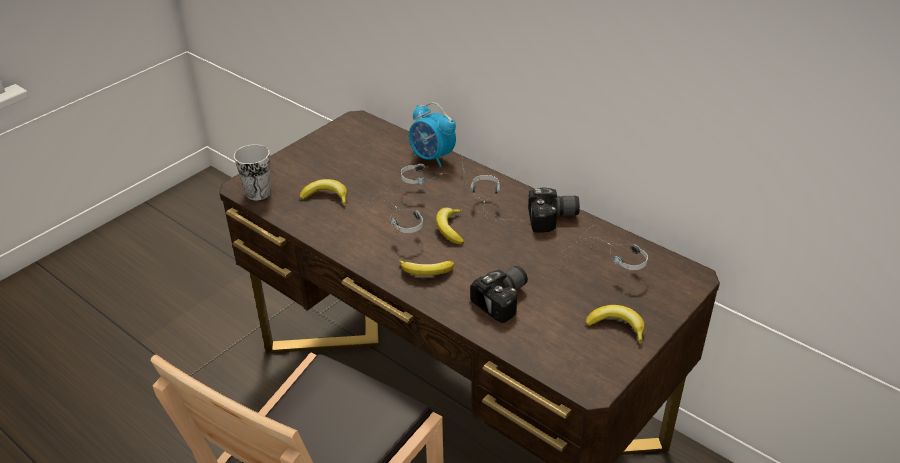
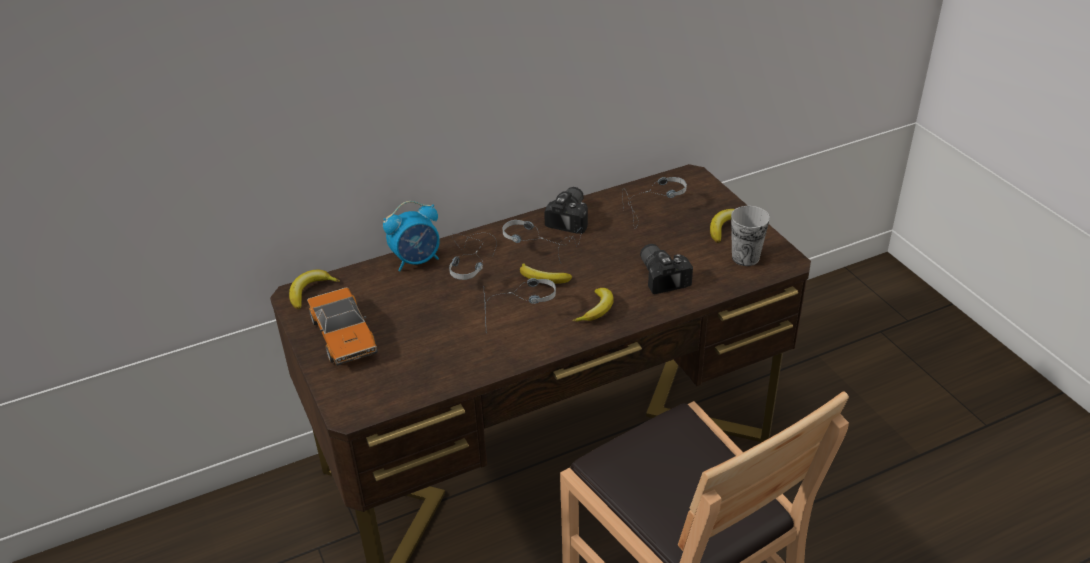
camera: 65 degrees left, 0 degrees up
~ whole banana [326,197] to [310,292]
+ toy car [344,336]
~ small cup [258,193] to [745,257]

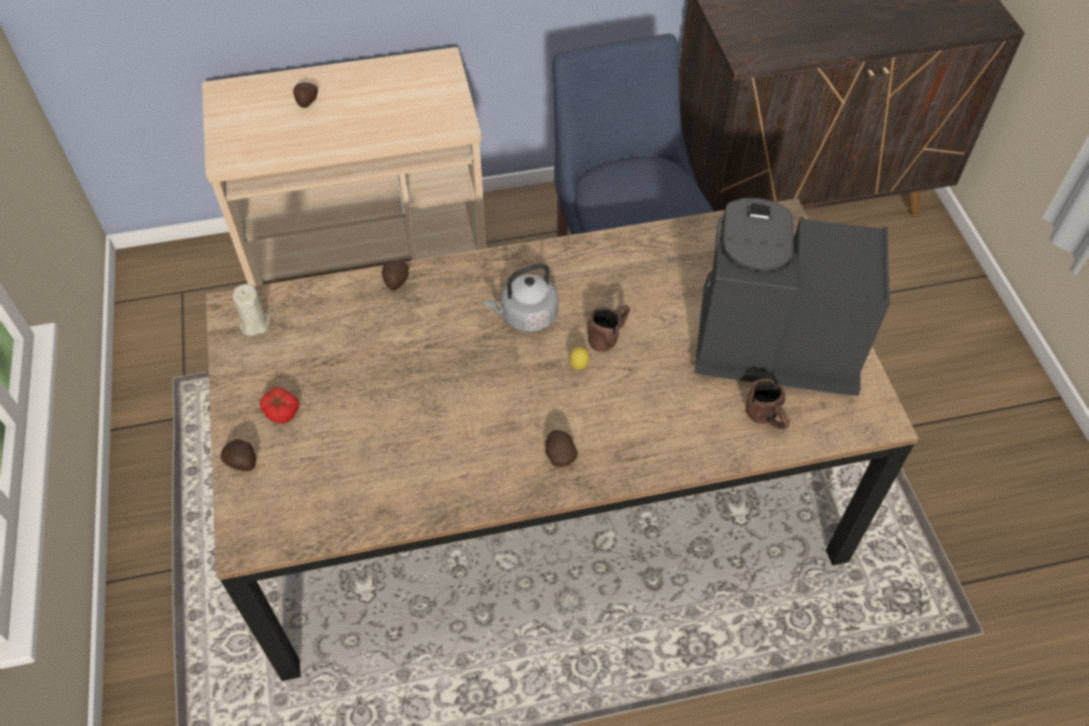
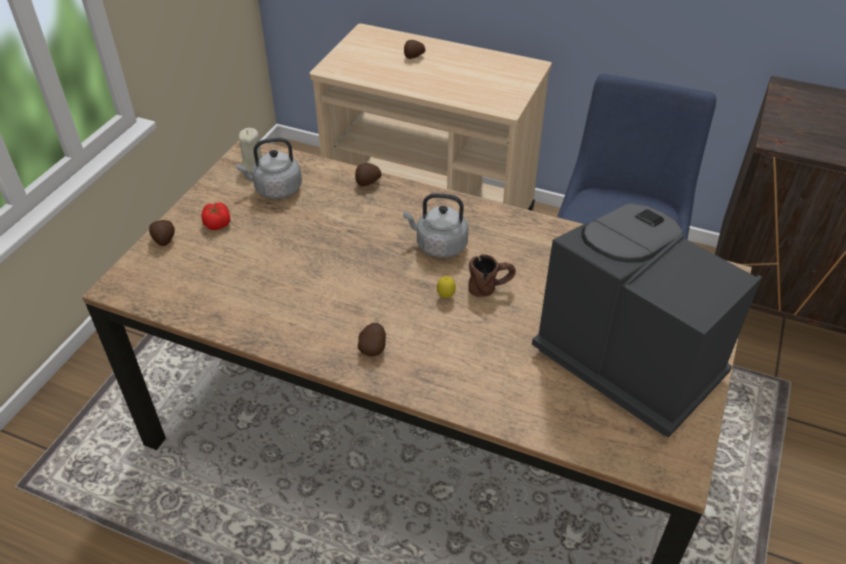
camera: 35 degrees right, 10 degrees down
+ gray water kettle [275,189]
- brown mug [767,419]

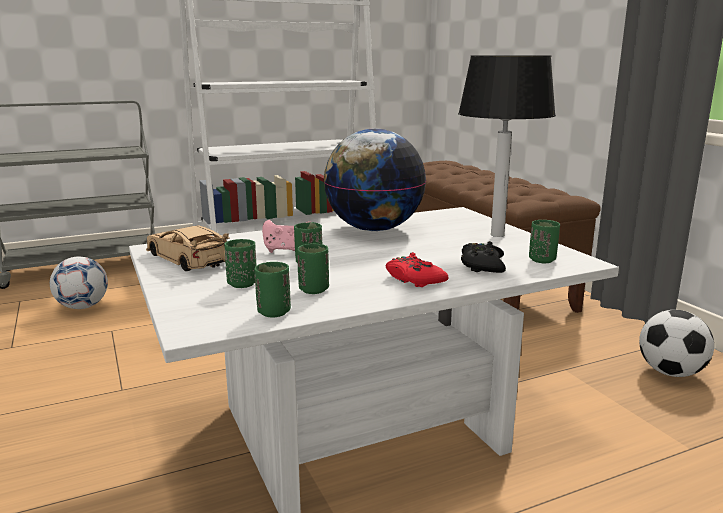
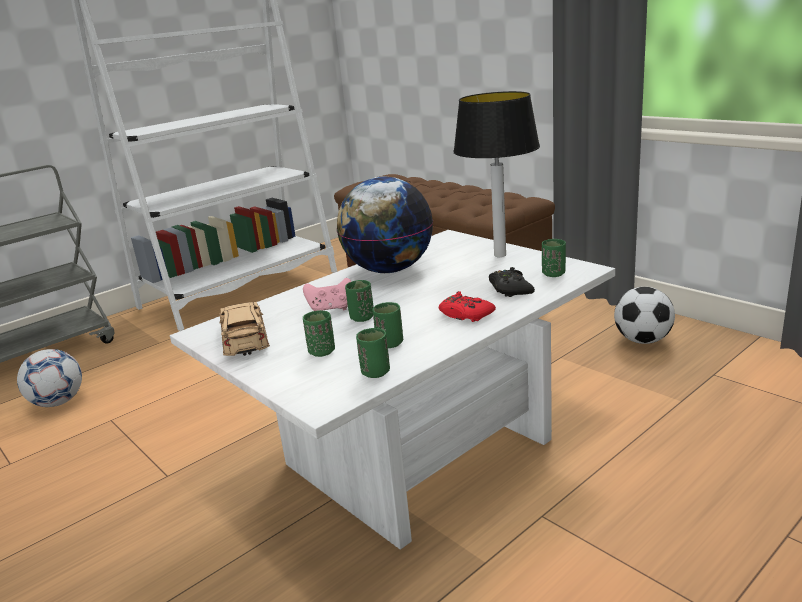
camera: 15 degrees left, 5 degrees up
~ beige toy car [188,258] = [244,336] 45 degrees clockwise

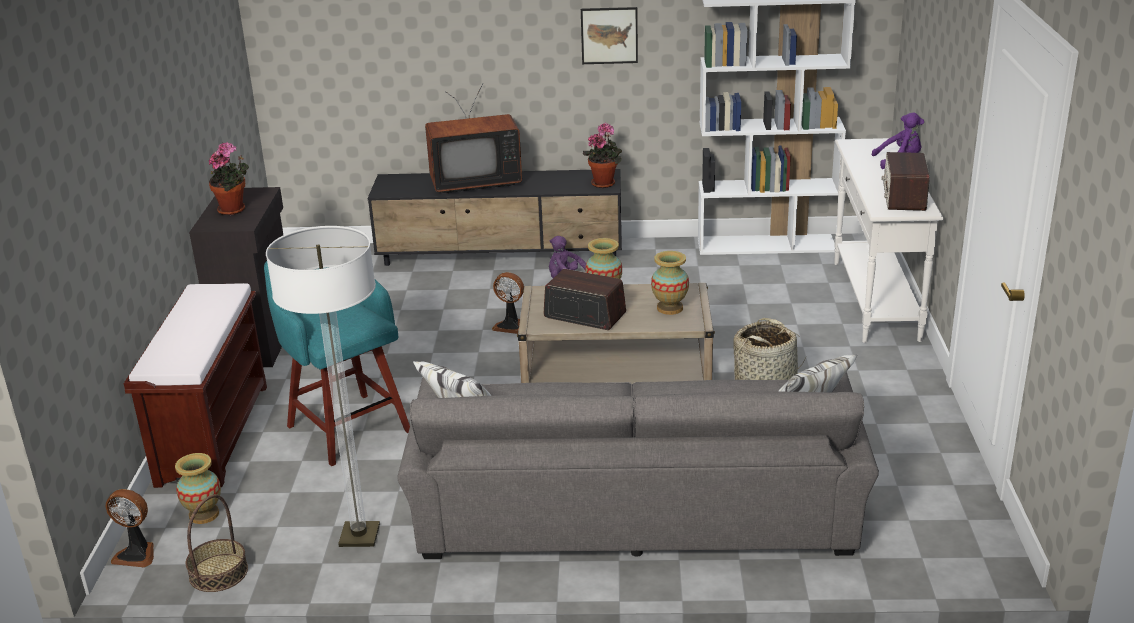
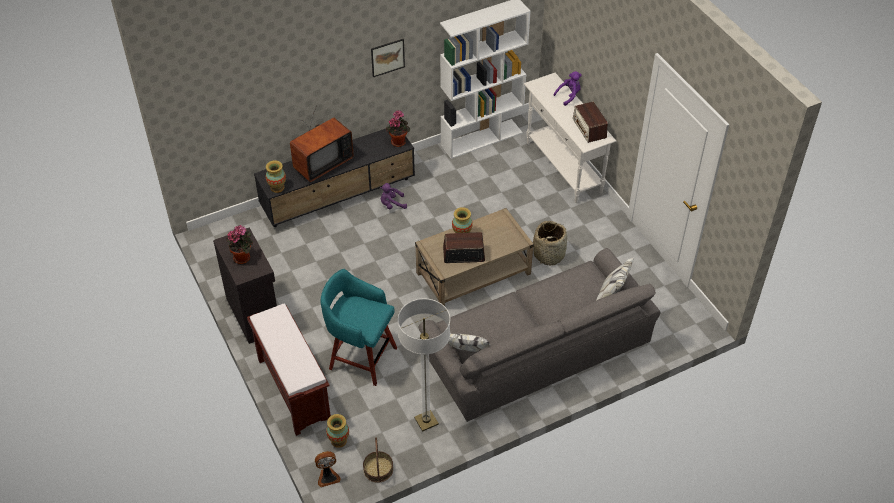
camera: 30 degrees left, 20 degrees up
~ flower vase [670,308] to [277,188]
- cooling fan [510,326]

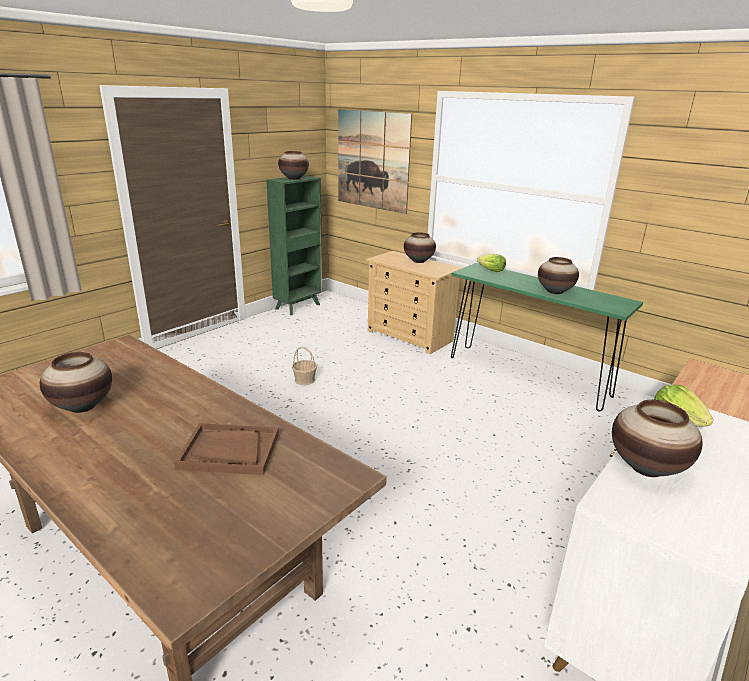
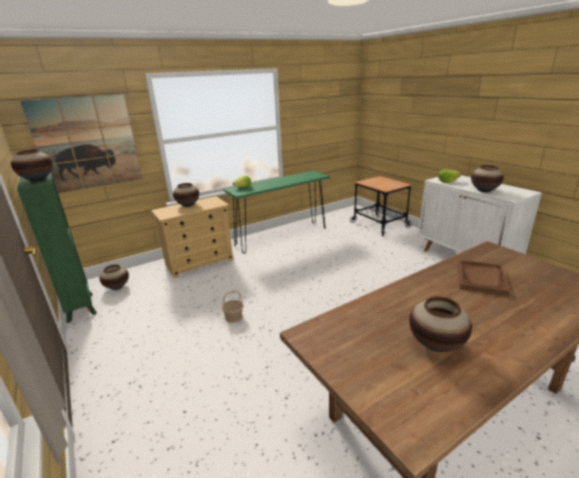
camera: 70 degrees left, 0 degrees up
~ flower vase [555,292] to [117,287]

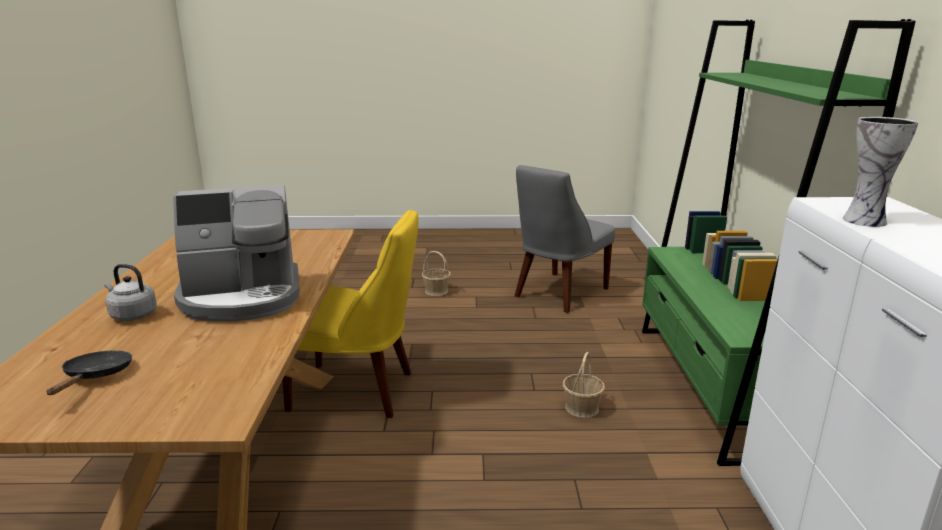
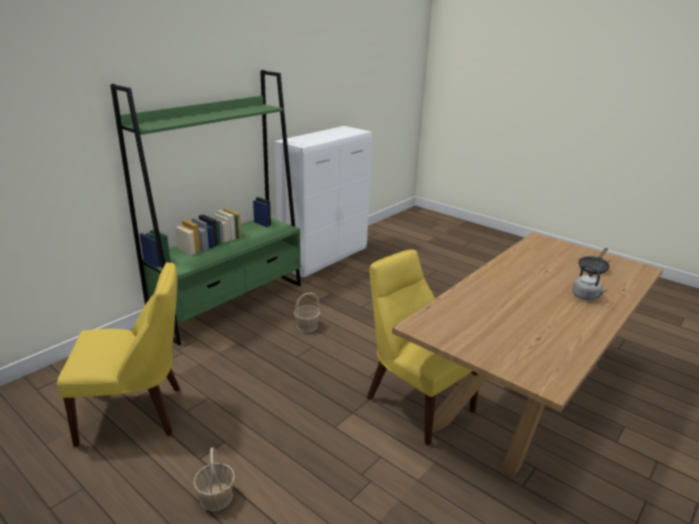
camera: 140 degrees left, 5 degrees up
~ gray chair [558,294] to yellow chair [136,414]
- coffee machine [242,298]
- flower vase [865,220]

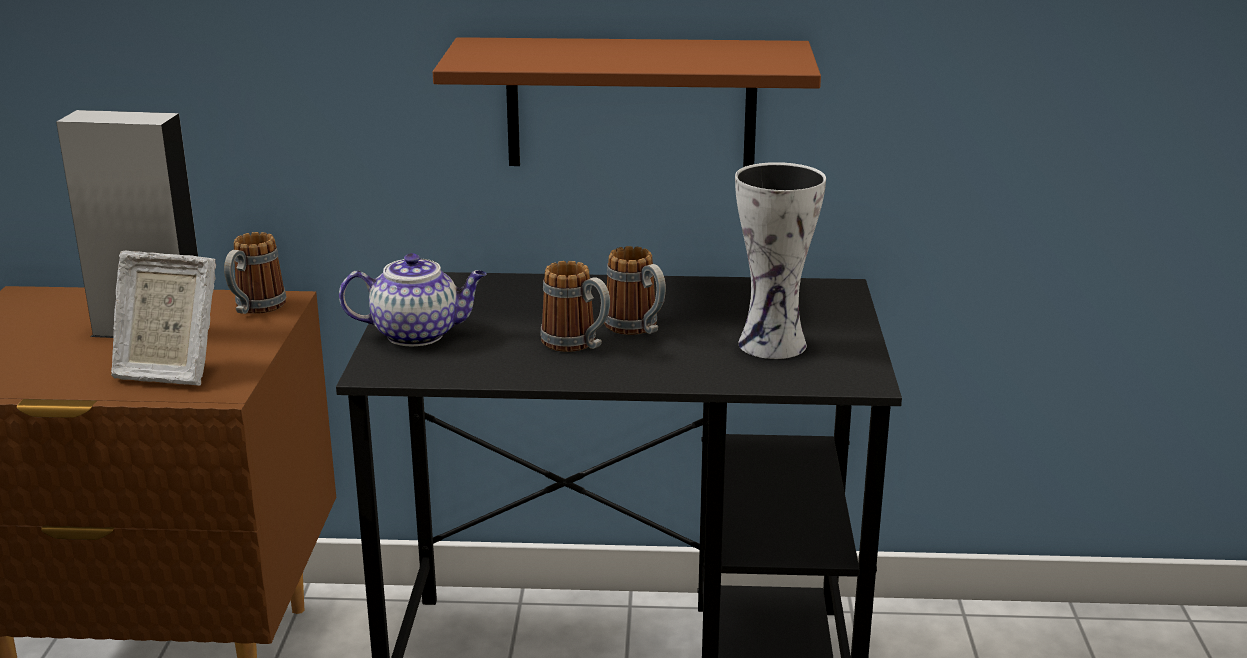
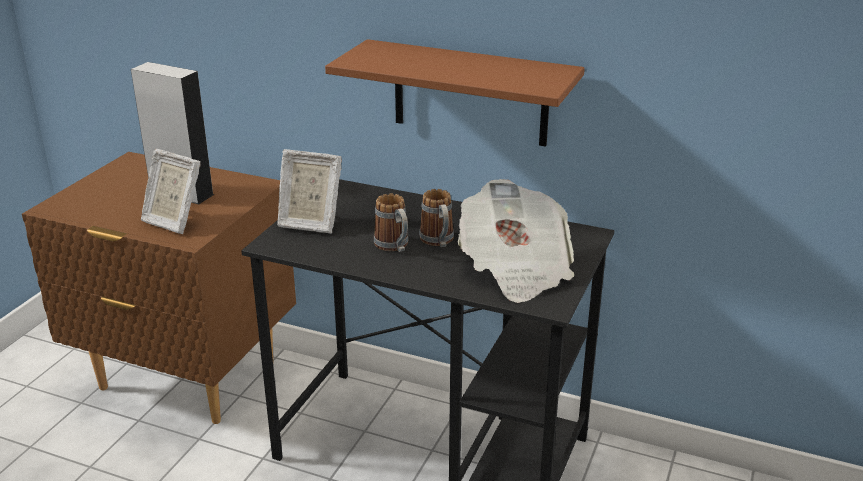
camera: 20 degrees right, 5 degrees up
~ teapot [418,334] to picture frame [309,223]
~ flower vase [775,345] to printed paper [515,269]
- mug [254,309]

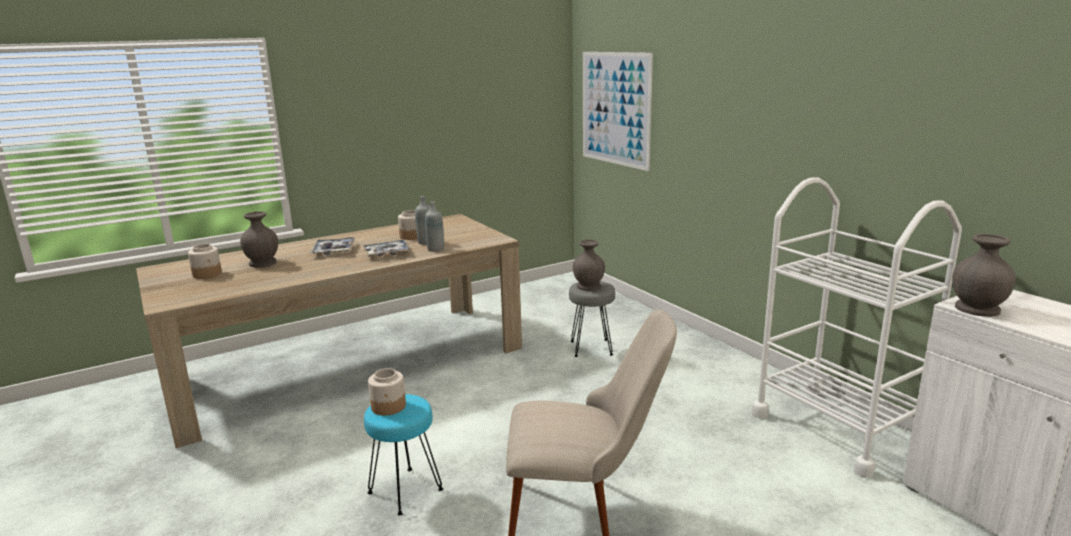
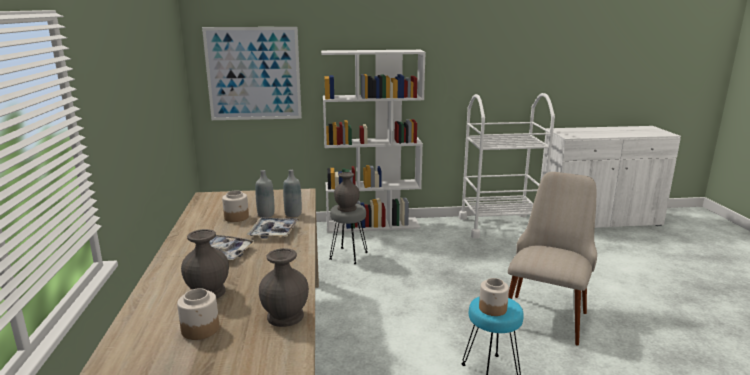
camera: 65 degrees left, 0 degrees up
~ gray flower vase [978,309] to [286,316]
+ whitish bookcase [373,225]

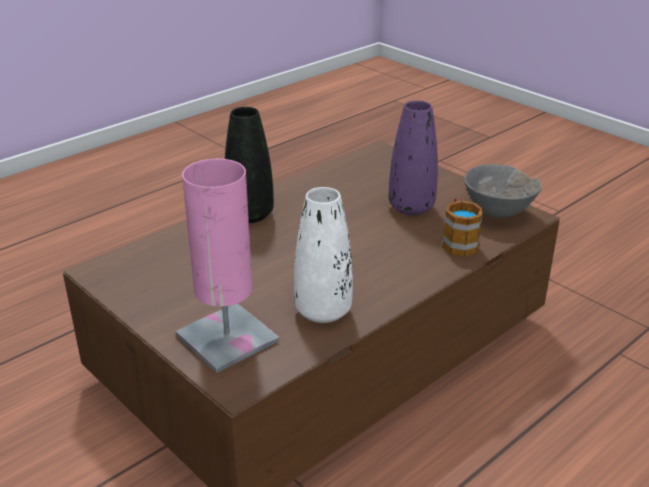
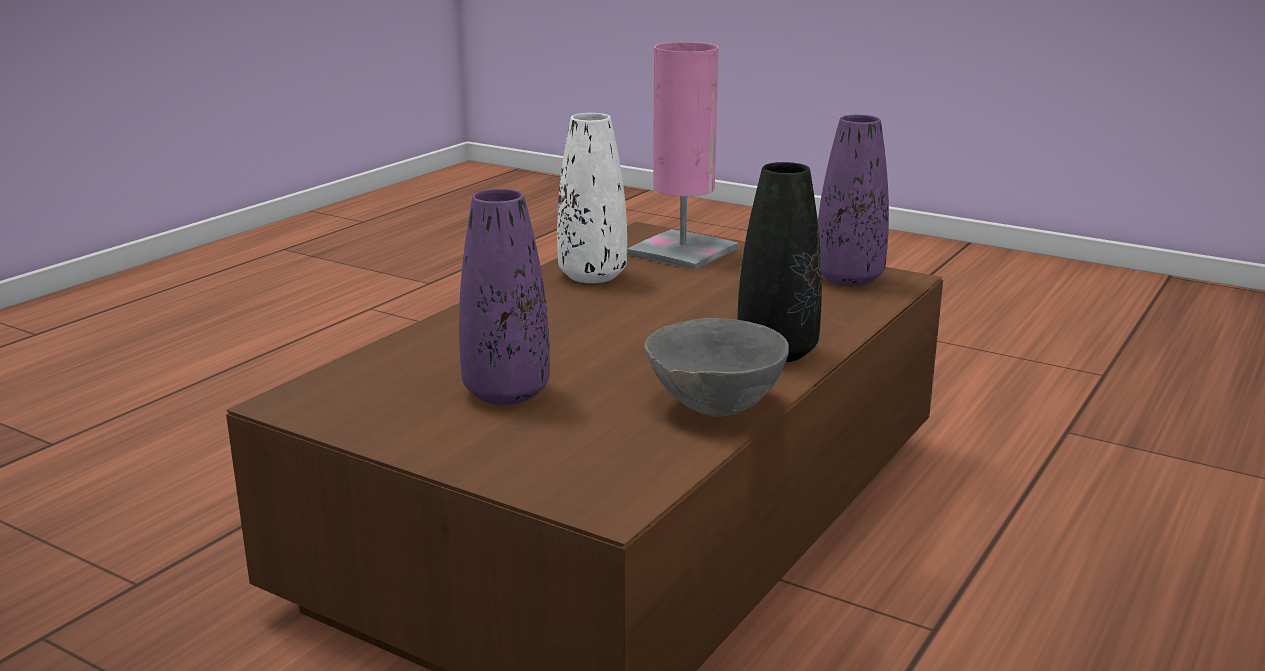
camera: 165 degrees right, 10 degrees down
~ gray bowl [498,212] to [715,408]
+ purplish flower vase [849,279]
- mug [459,241]

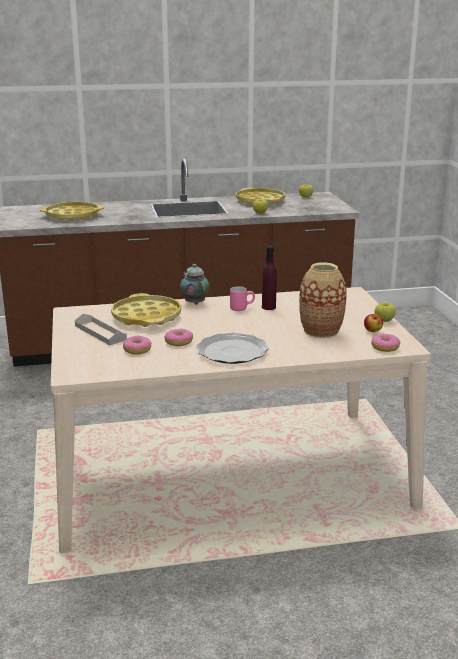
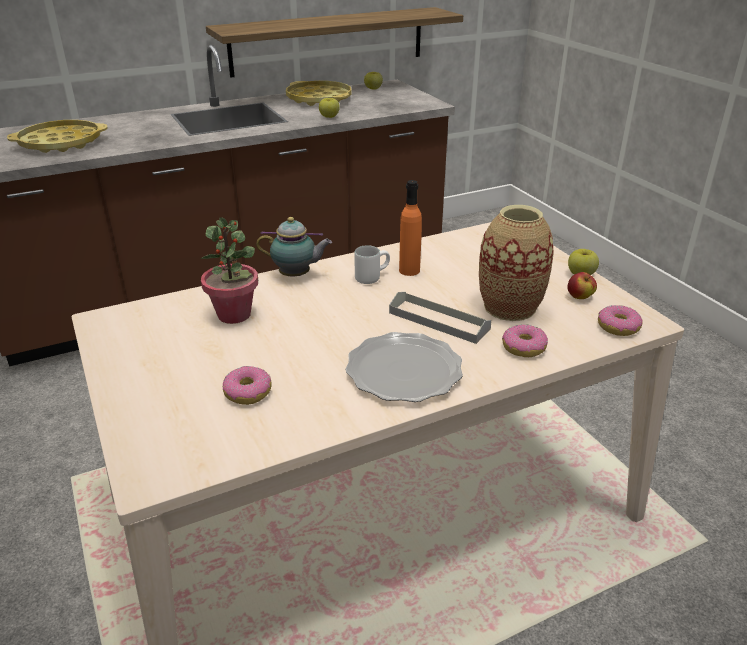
camera: 15 degrees left, 10 degrees up
~ yellow tray [146,317] to houseplant [234,314]
+ shelf [328,41]
~ teapot [194,303] = [297,275] 135 degrees clockwise
~ pinkish mug [241,308] to whitish mug [371,277]
~ gray tray [100,333] to [438,321]
~ purplish drink bottle [268,307] to orange-coloured drink bottle [409,270]
~ ring doughnut [179,342] to [524,347]

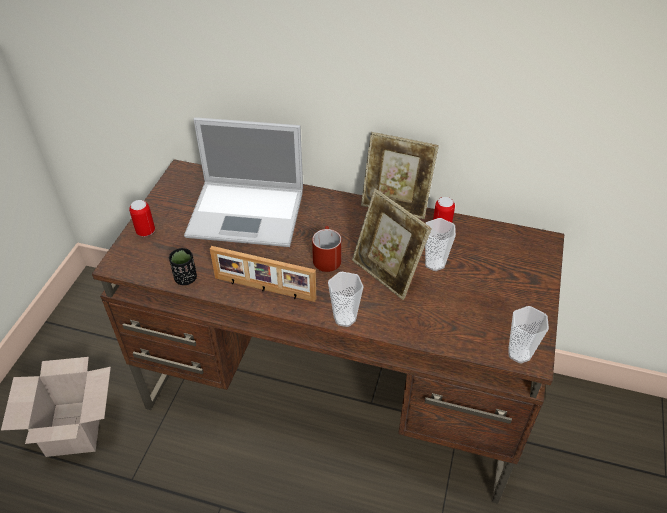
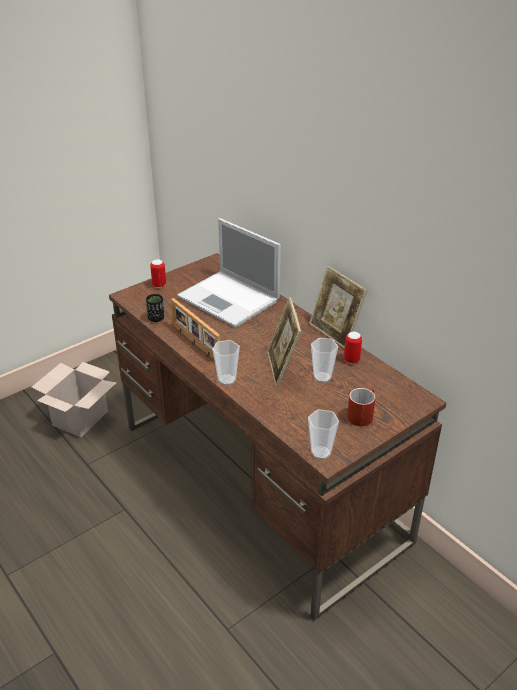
camera: 35 degrees right, 10 degrees down
~ red-coloured mug [326,257] to [361,414]

